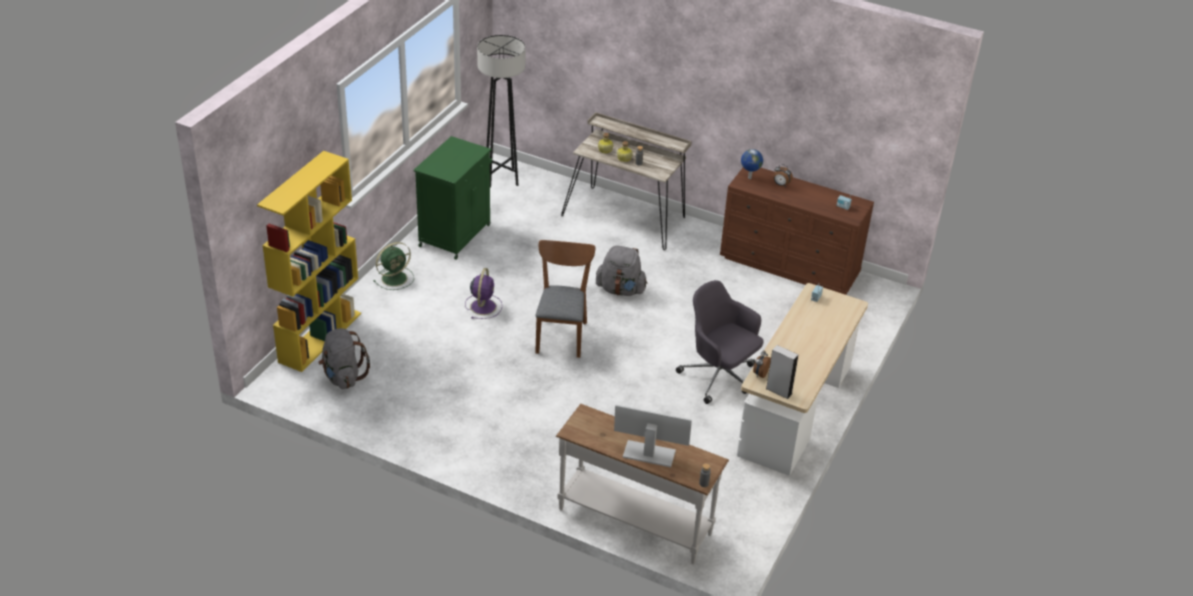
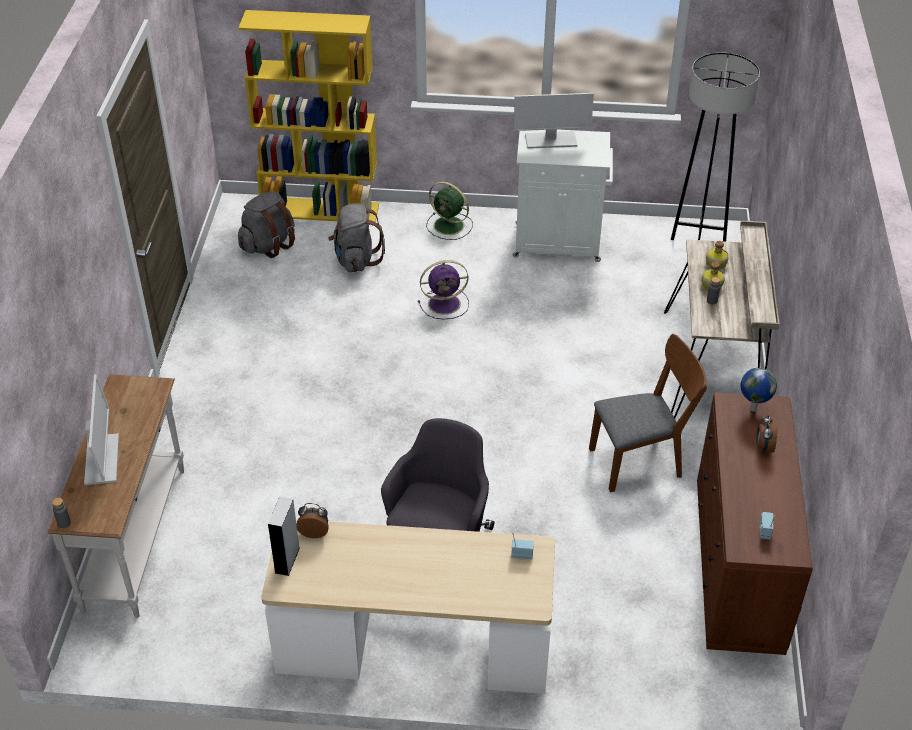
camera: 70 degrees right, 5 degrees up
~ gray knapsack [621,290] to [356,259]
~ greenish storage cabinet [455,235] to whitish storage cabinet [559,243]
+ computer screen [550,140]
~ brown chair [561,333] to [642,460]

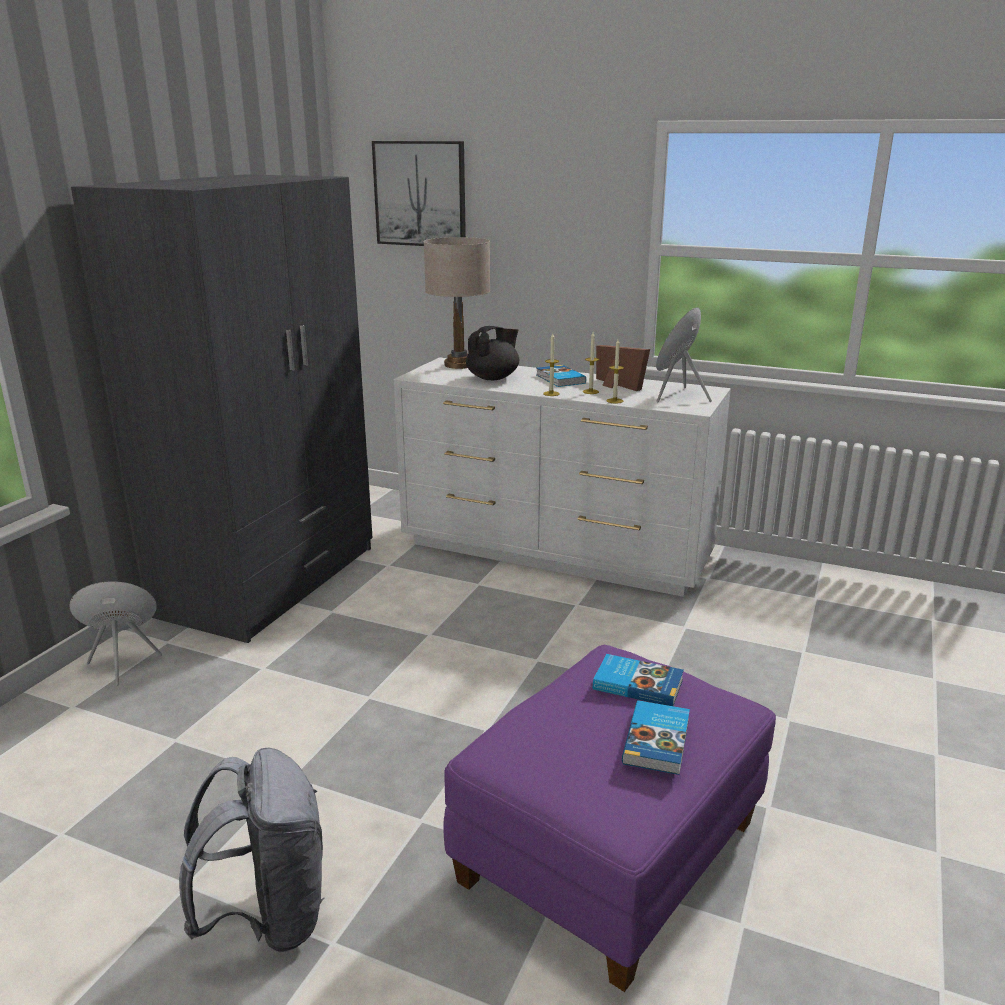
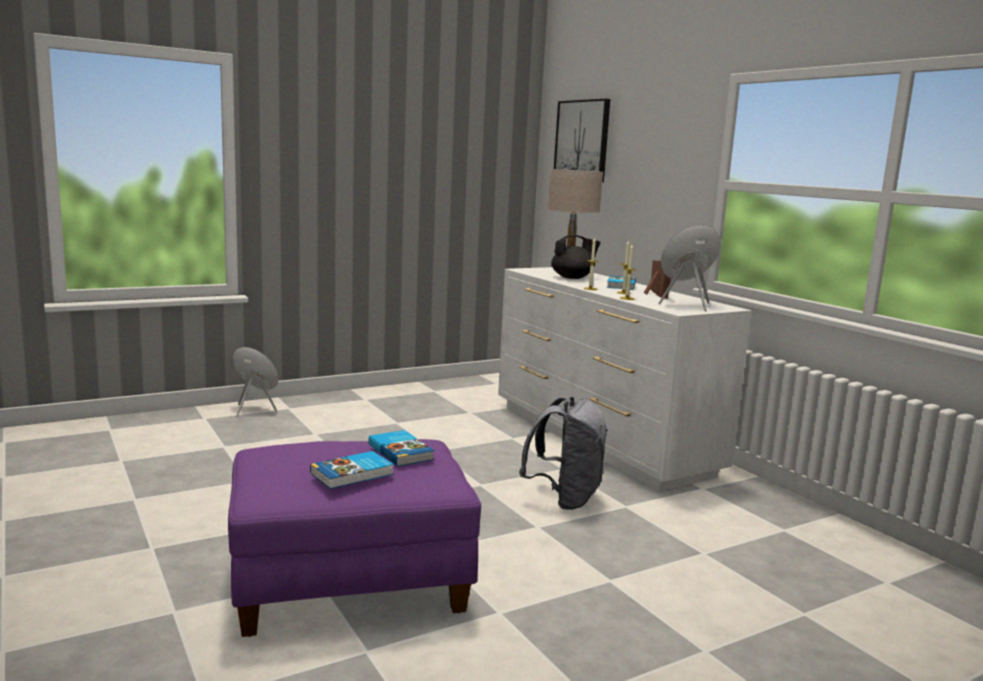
camera: 35 degrees right, 10 degrees down
~ gray knapsack [268,917] to [565,499]
- gray armoire [271,580]

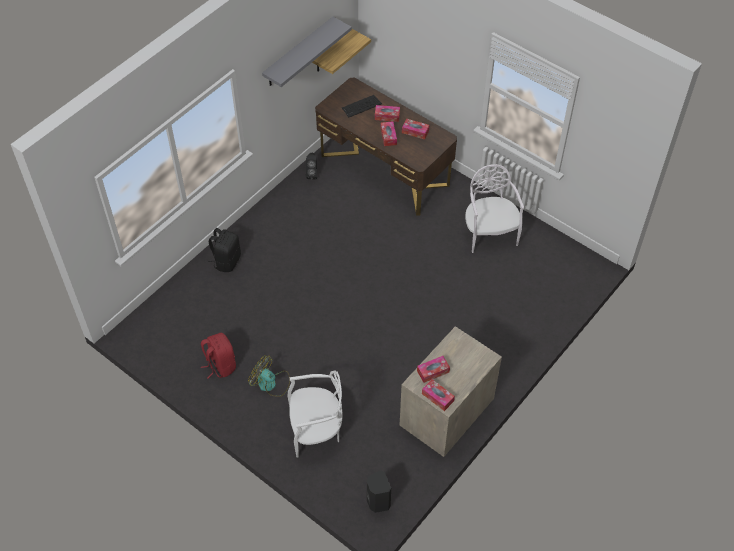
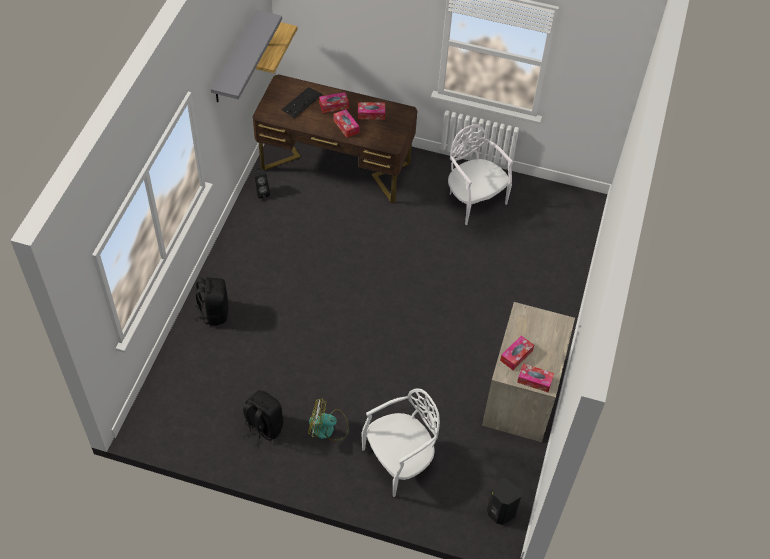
camera: 25 degrees left, 0 degrees up
~ red-coloured knapsack [220,365] to blackish knapsack [263,427]

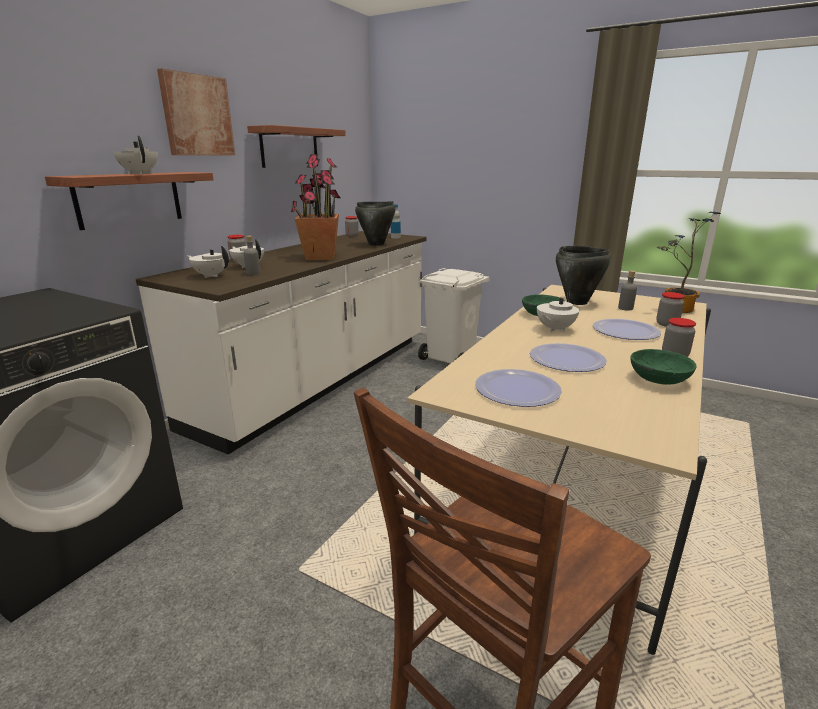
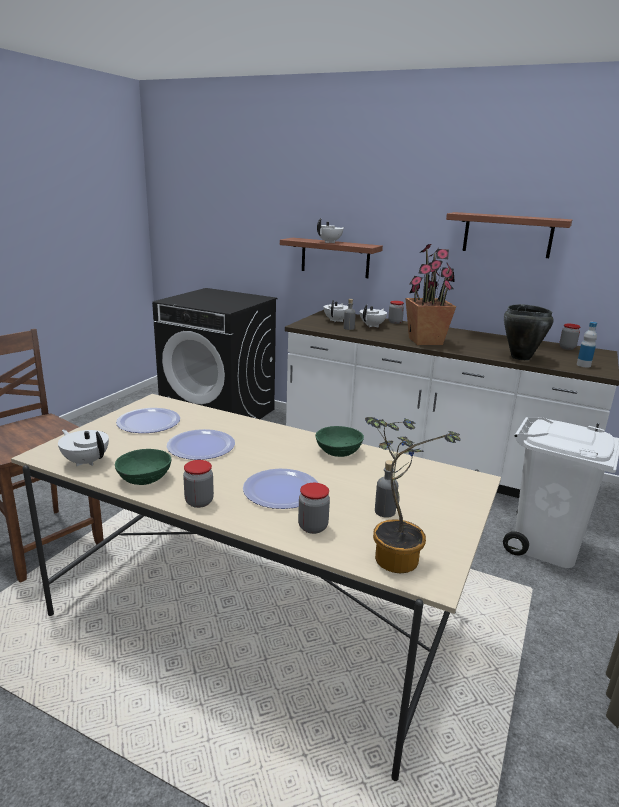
camera: 85 degrees right, 0 degrees up
~ whitish teapot [554,329] to [86,461]
- wall picture [197,115]
- blackish cooking pot [577,302]

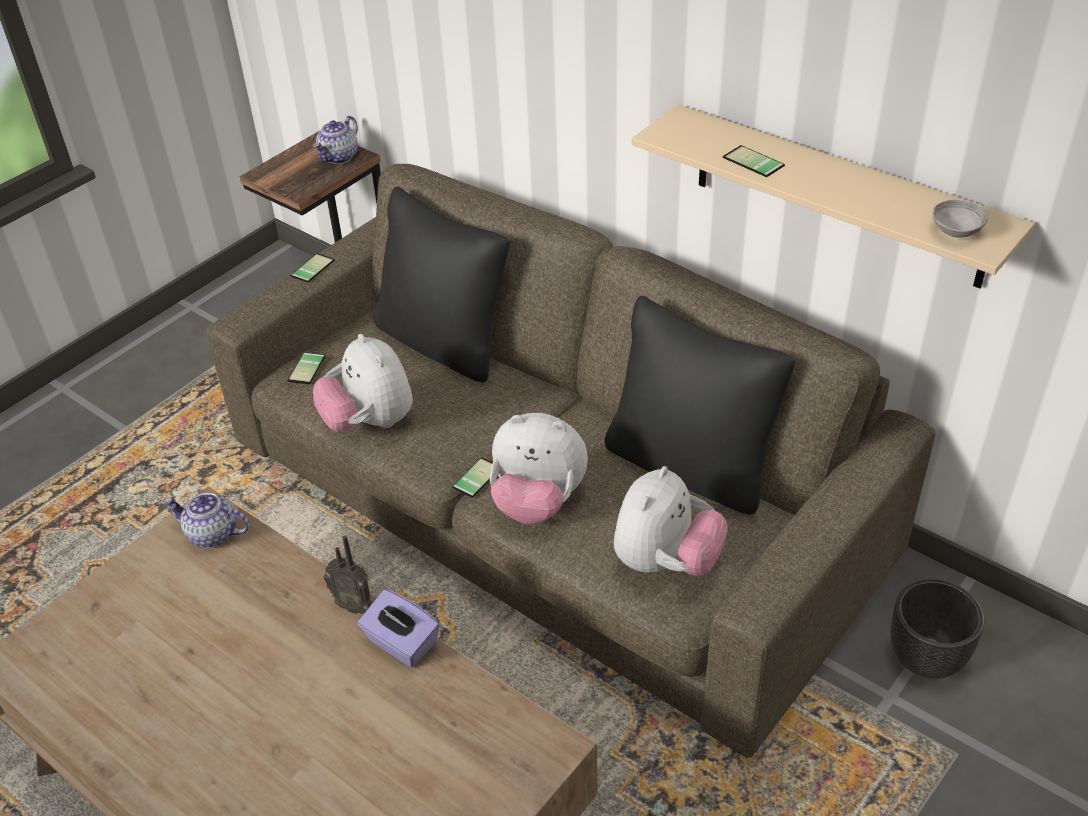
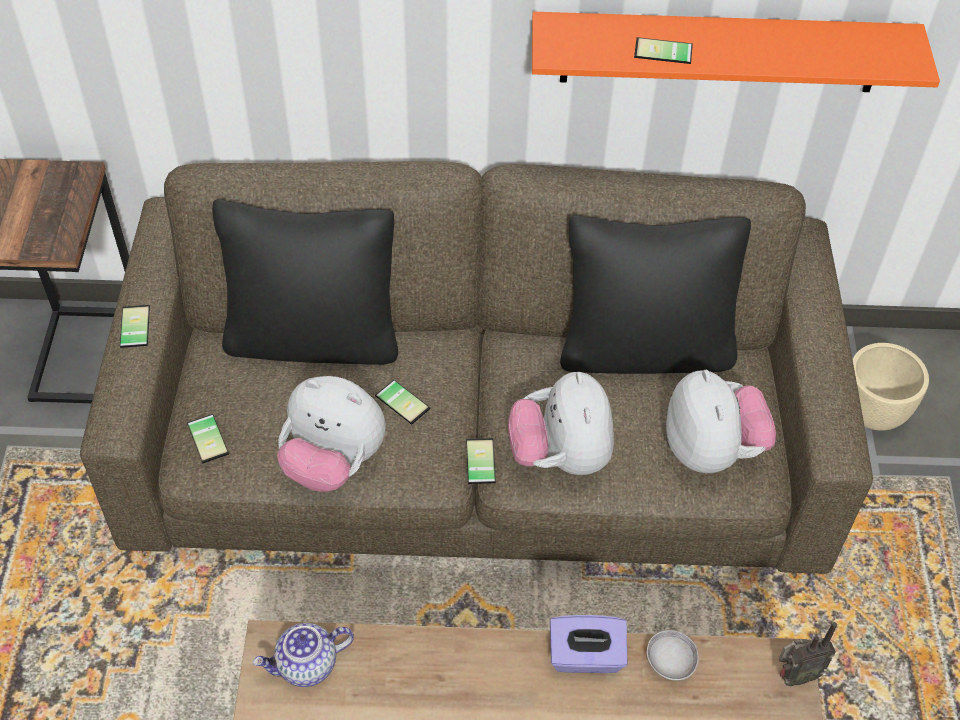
camera: 40 degrees left, 10 degrees up
+ telephone [404,400]
~ plush toy [538,502] = [560,455] 105 degrees clockwise
~ beige shelf [837,196] to orange-coloured shelf [721,52]
~ gray bowl [956,231] to [670,662]
~ radio set [354,605] to [794,675]
~ blackish plant pot [926,660] to beige plant pot [872,414]
- teapot [339,157]

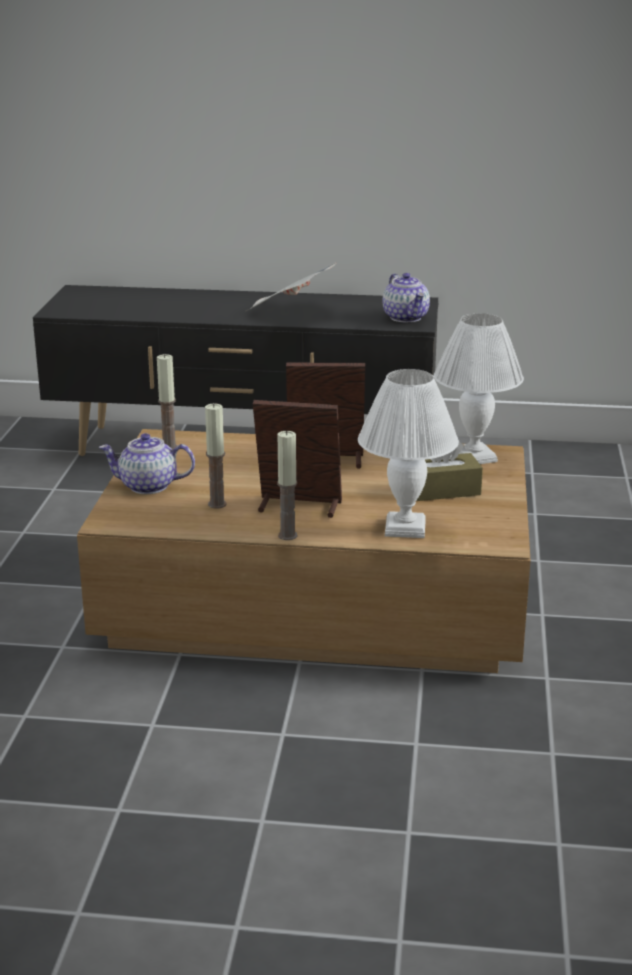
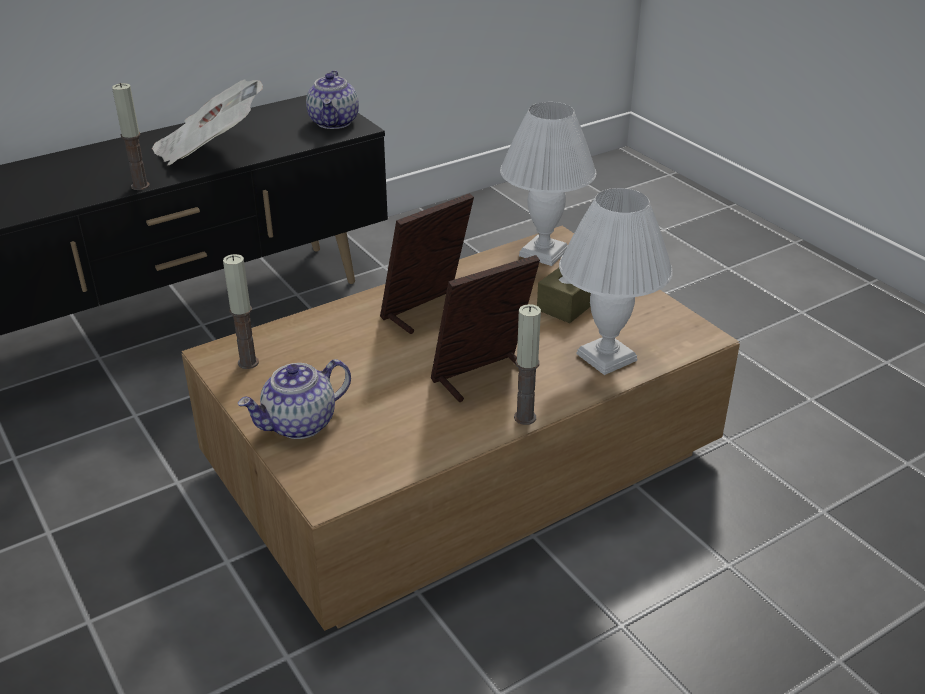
camera: 40 degrees left, 10 degrees up
~ wax light [217,504] to [140,186]
~ teapot [406,317] = [334,122] 60 degrees clockwise

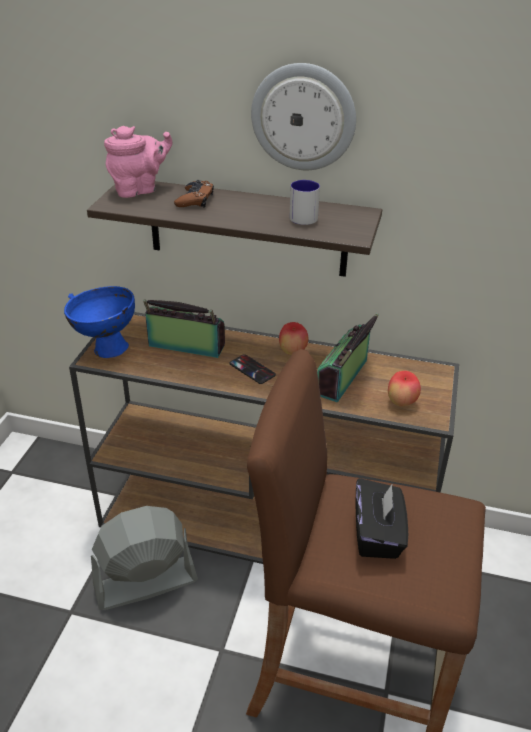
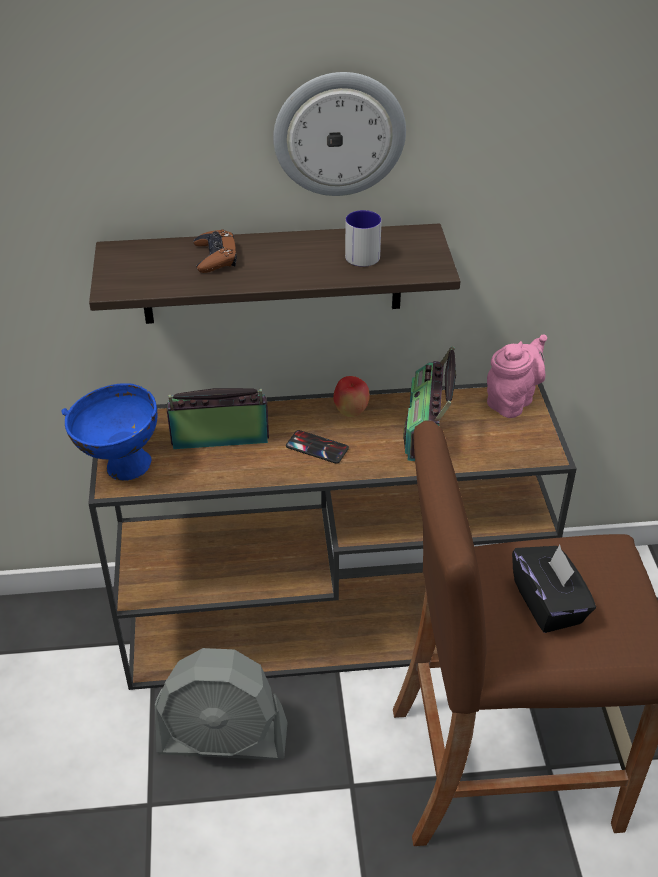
camera: 20 degrees left, 5 degrees up
~ gray cooling fan [145,583] = [223,739] 135 degrees counterclockwise
~ pinkish teapot [139,190] to [512,400]
- whole apple [401,402]

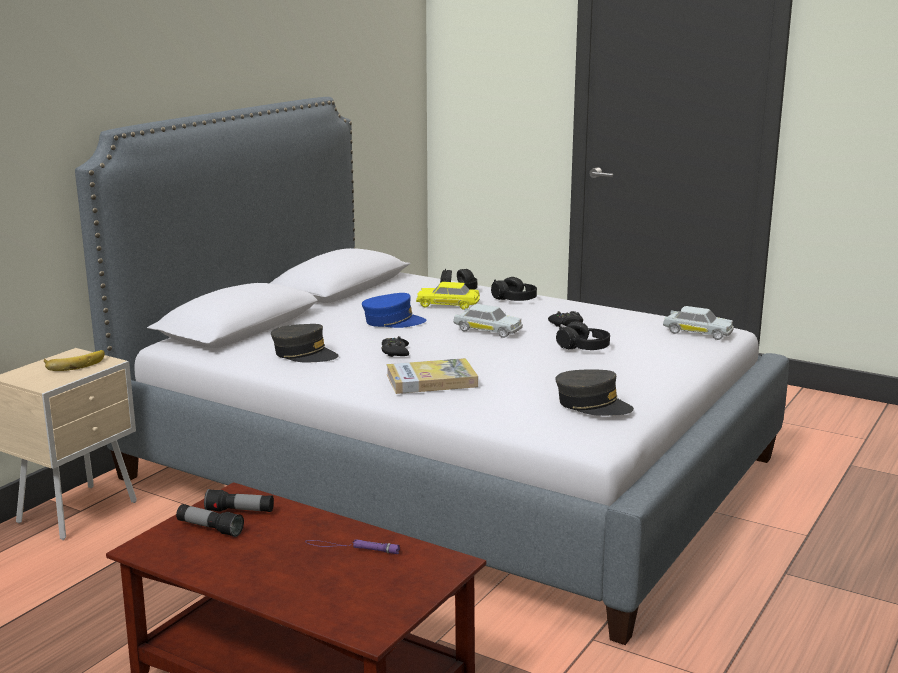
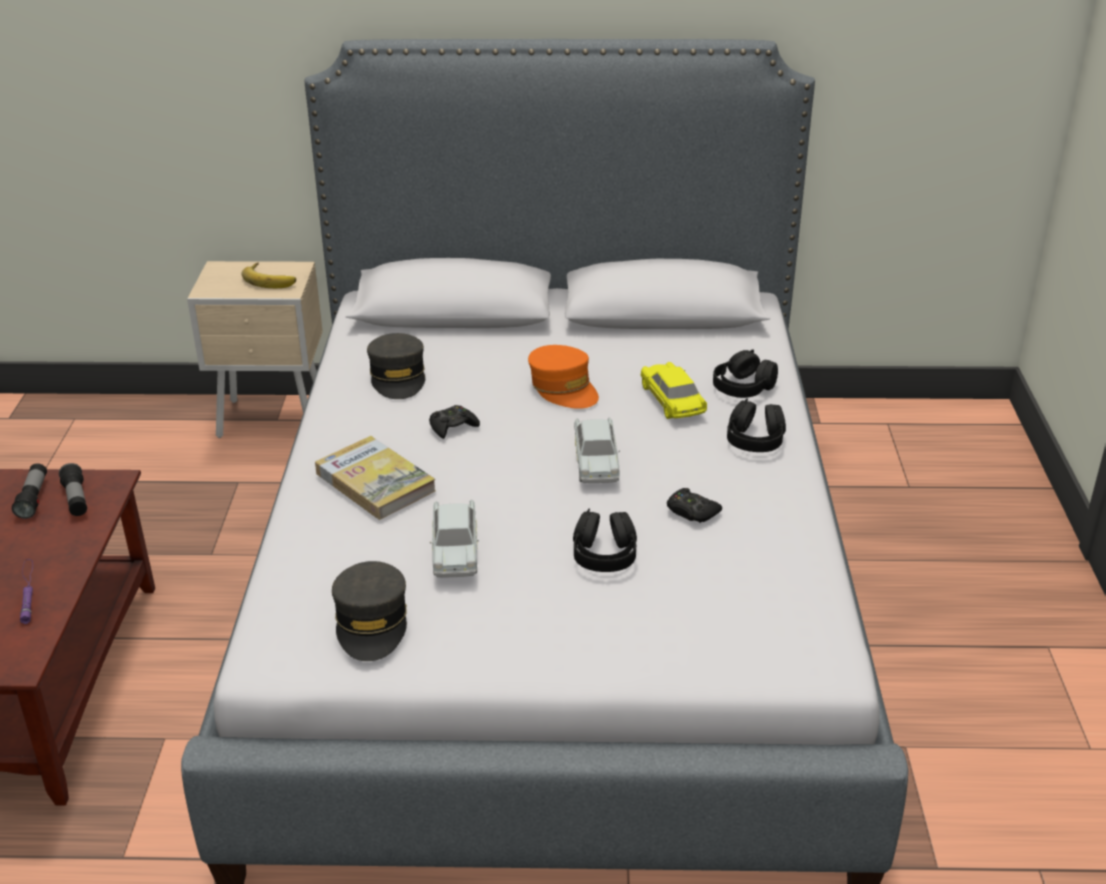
camera: 60 degrees right, 15 degrees up
~ whitish toy car [697,332] to [455,549]
~ blue-coloured baseball cap [393,322] to orange-coloured baseball cap [563,388]

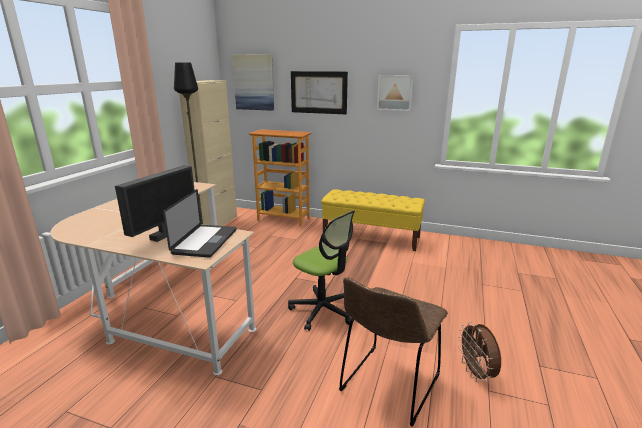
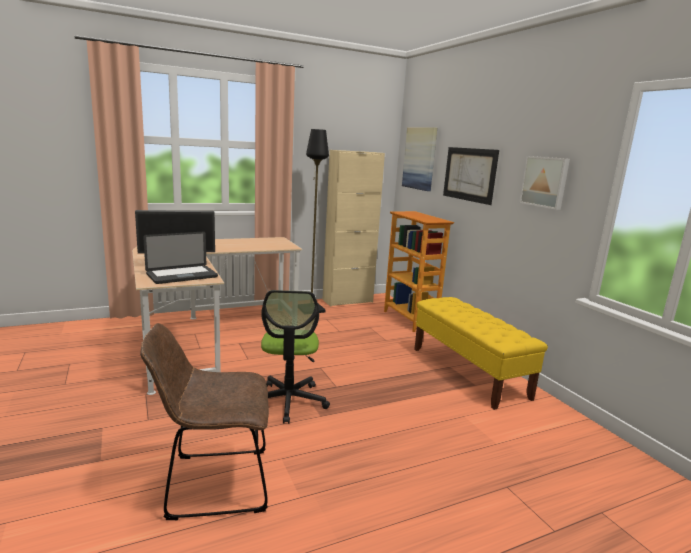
camera: 45 degrees right, 5 degrees down
- brown cooling fan [476,374]

